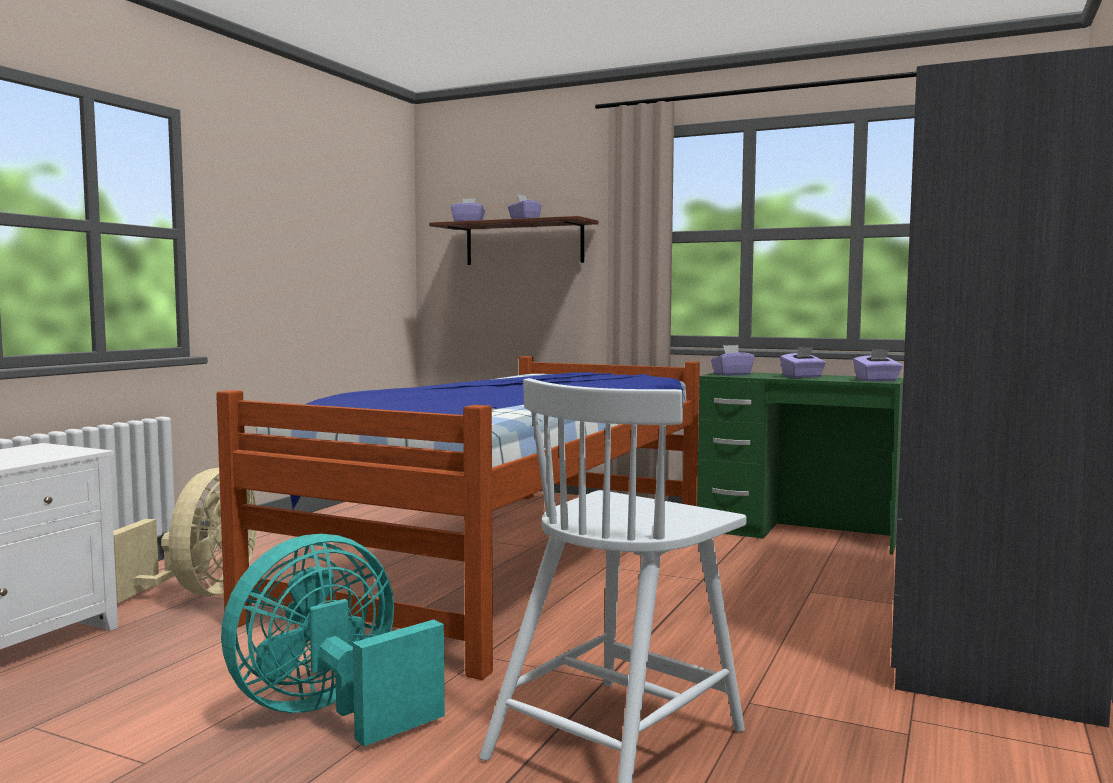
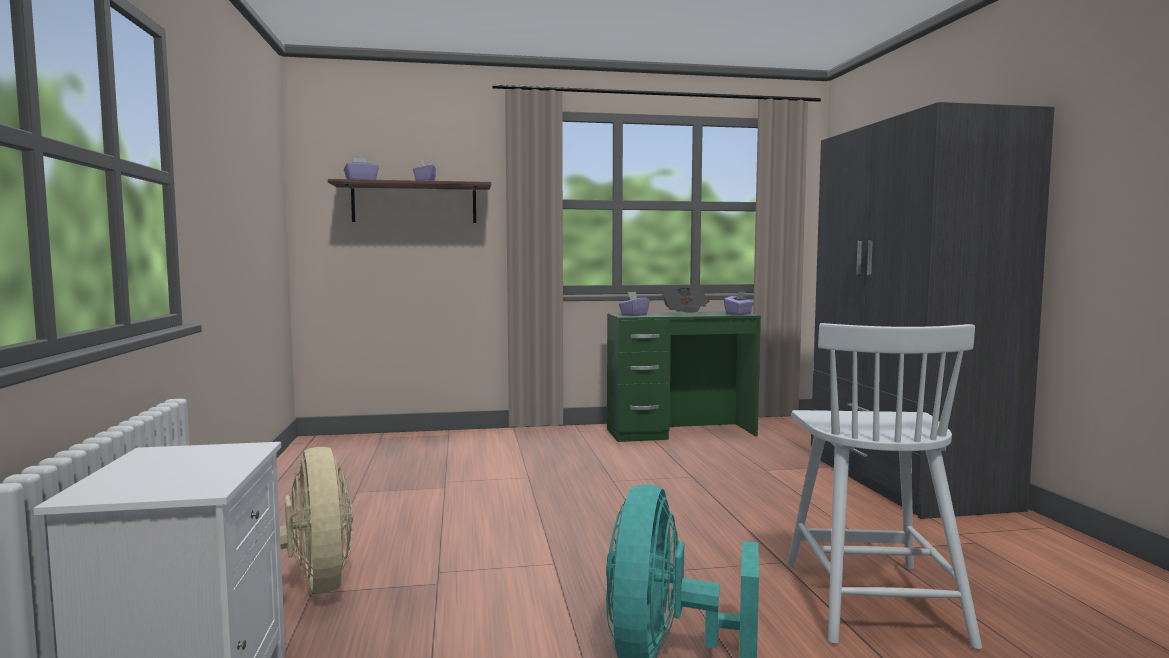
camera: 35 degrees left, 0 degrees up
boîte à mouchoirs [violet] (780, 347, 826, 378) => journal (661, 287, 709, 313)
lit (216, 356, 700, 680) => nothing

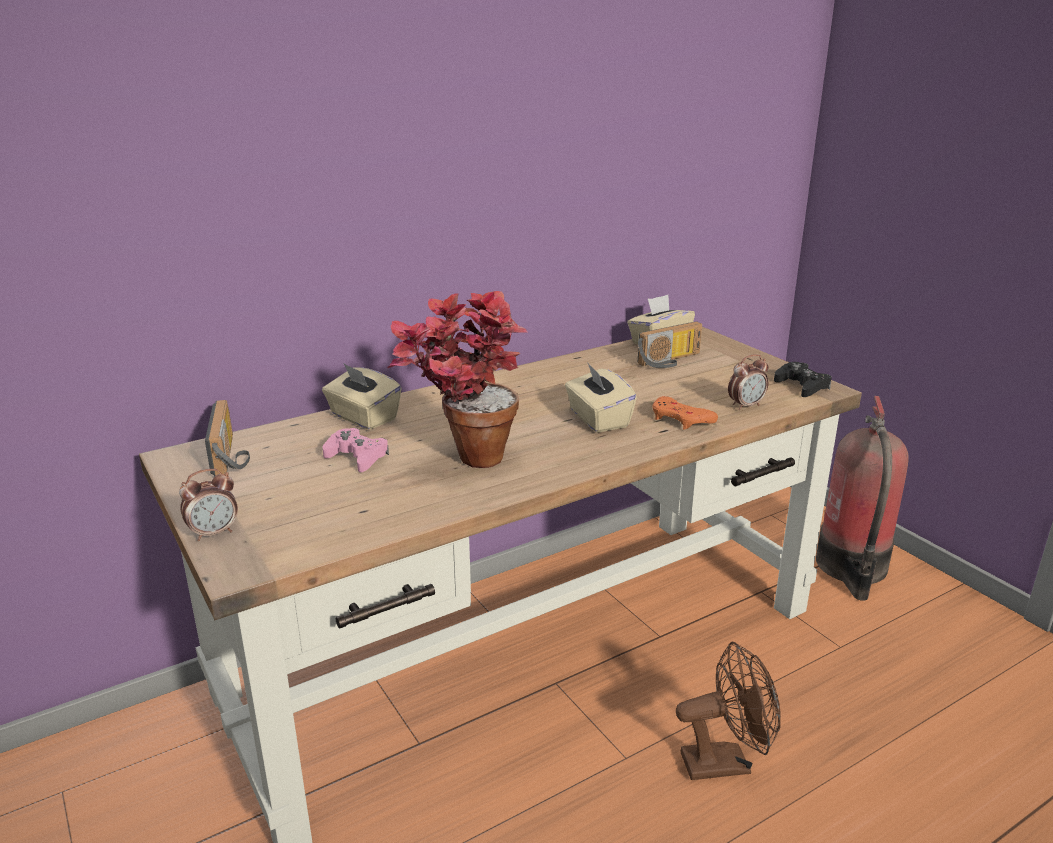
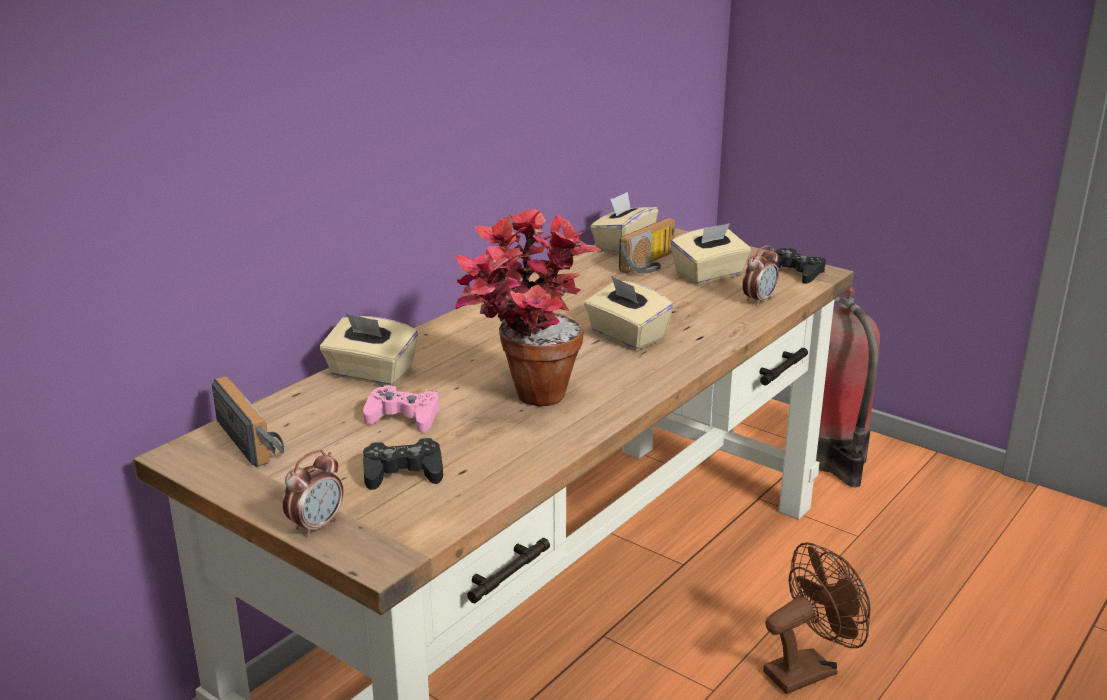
camera: 20 degrees left, 0 degrees up
nothing => manette [noir] (363, 438, 443, 490)
nothing => boîte à mouchoirs [beige] (671, 223, 751, 284)
manette [orange] (652, 396, 718, 430) => nothing

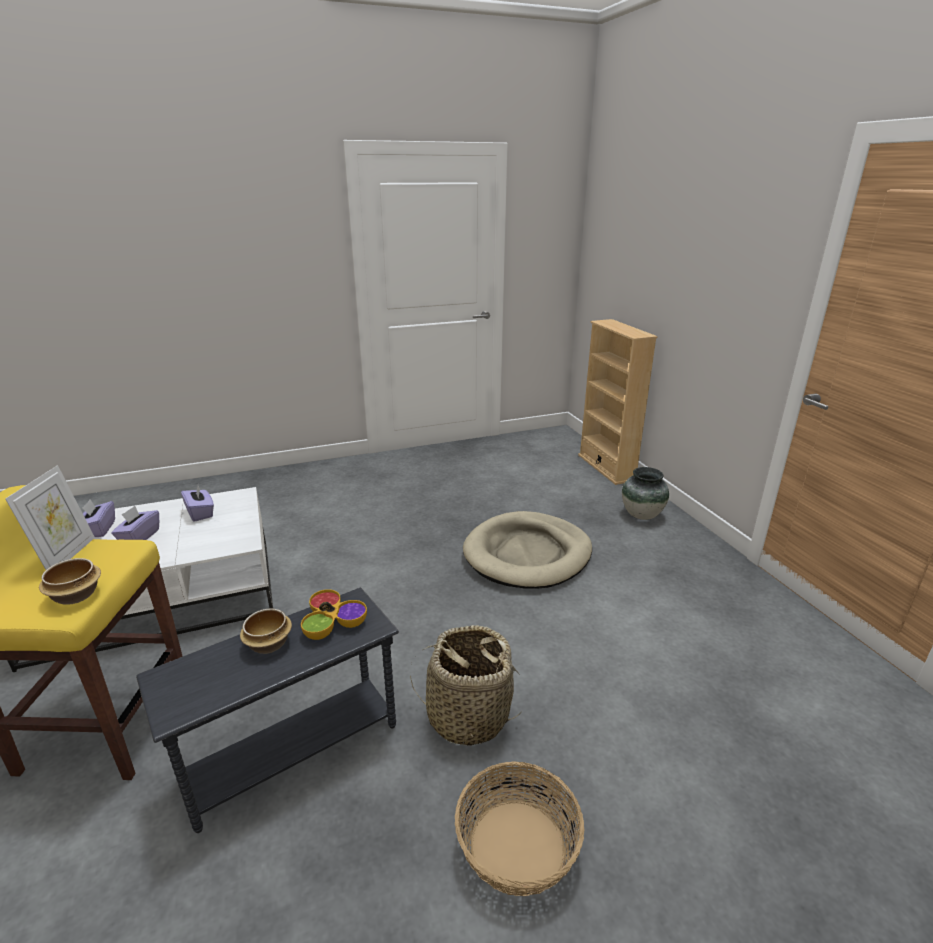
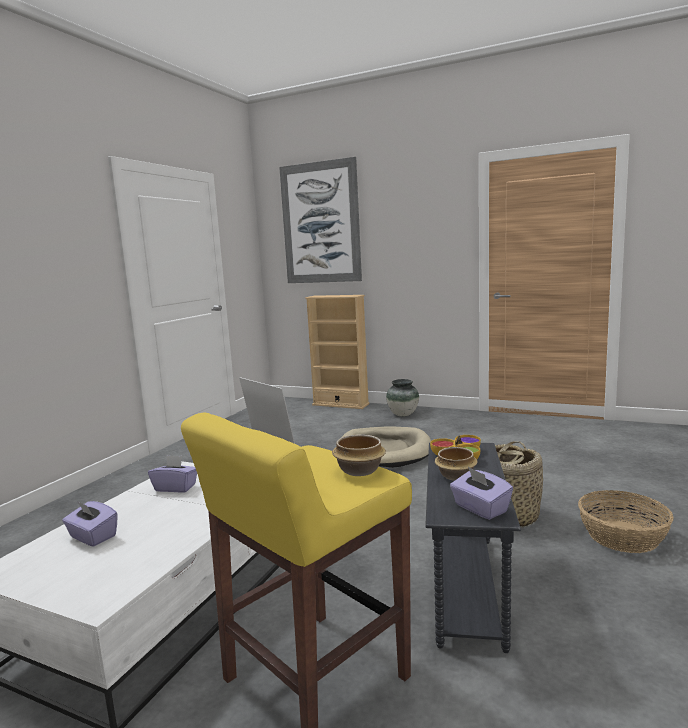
camera: 45 degrees left, 15 degrees down
nothing => tableau (279, 157, 362, 283)
boîte à mouchoirs [violet] (111, 506, 159, 540) => boîte à mouchoirs [violet] (450, 467, 513, 520), move

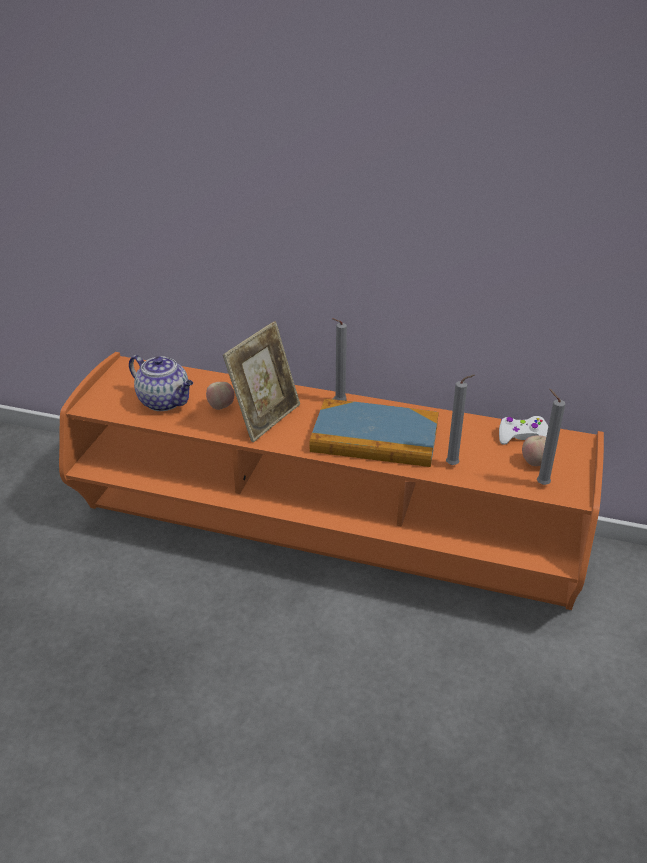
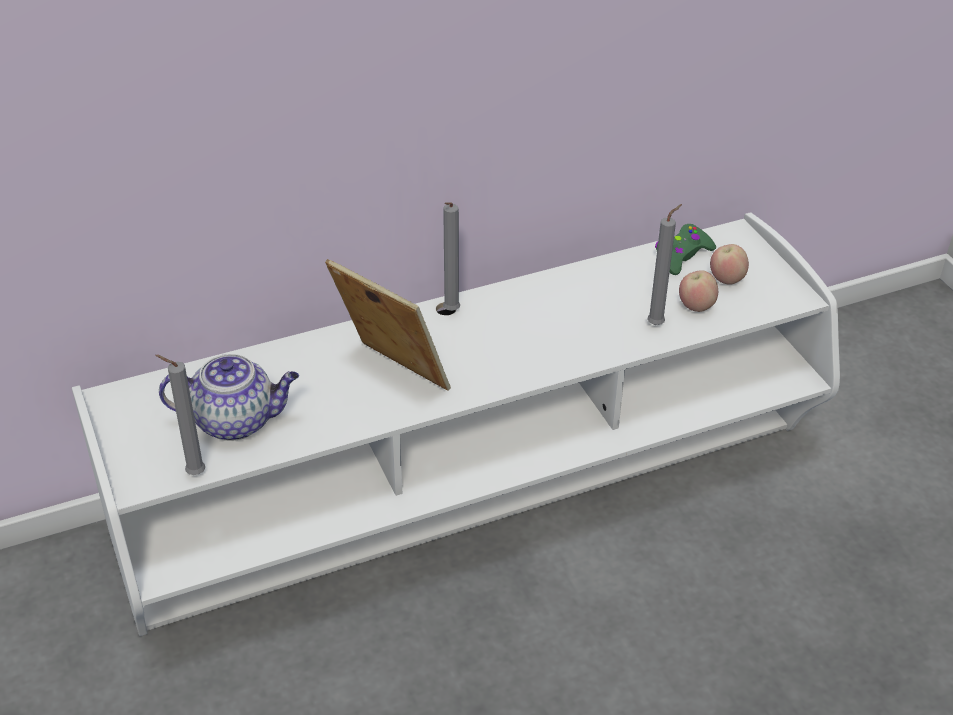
camera: 40 degrees left, 5 degrees up
meuble télé [orange] (59, 352, 604, 610) => meuble télé [blanc] (72, 212, 840, 636)
bougie [gris] (537, 389, 566, 485) => bougie [gris] (155, 355, 205, 475), move
cadre photo (223, 321, 300, 442) => cadre photo (325, 259, 451, 391), 45 degrees counterclockwise
manette [blanc] (499, 416, 548, 445) => manette [vert] (655, 224, 716, 275)
pomme (206, 382, 234, 410) => pomme (679, 270, 718, 312), move
livre (310, 399, 439, 467) => nothing

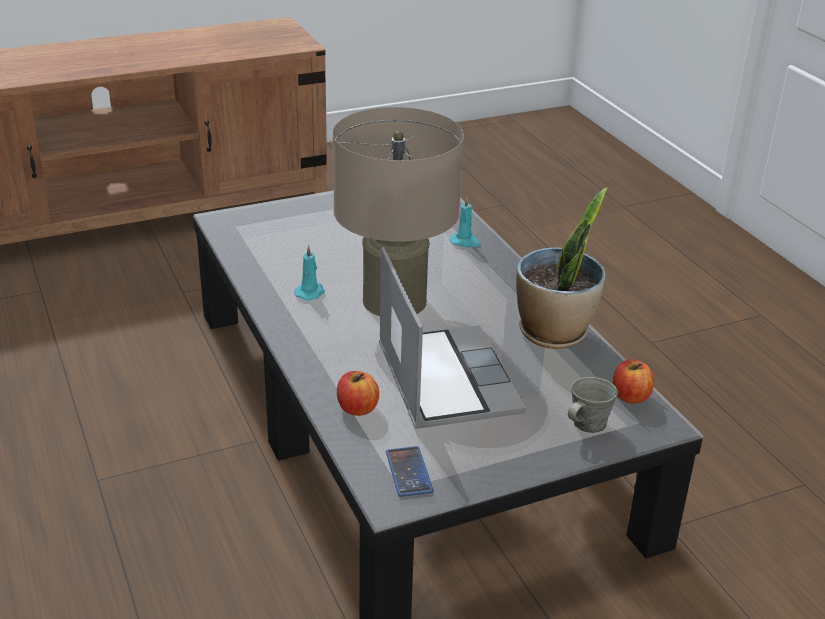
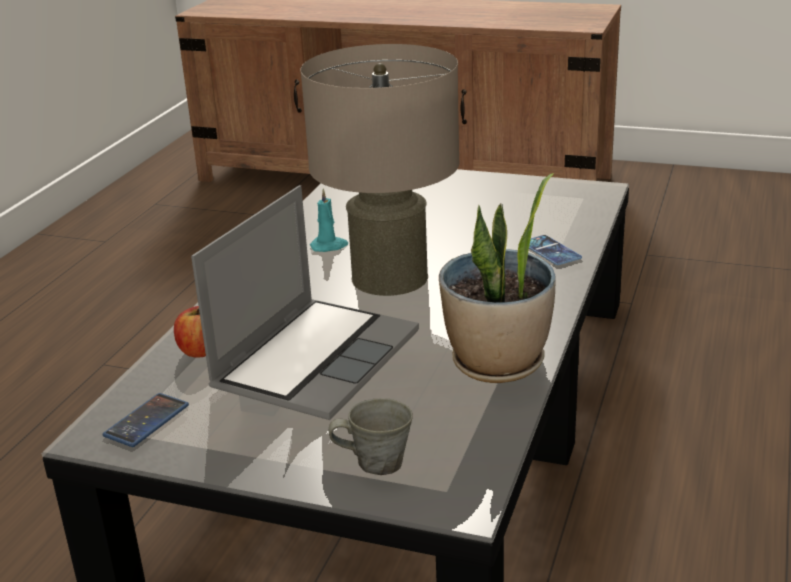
camera: 45 degrees right, 5 degrees down
bougie [turquoise] (450, 197, 481, 247) => téléphone (529, 235, 582, 265)
pomme (613, 359, 654, 404) => nothing

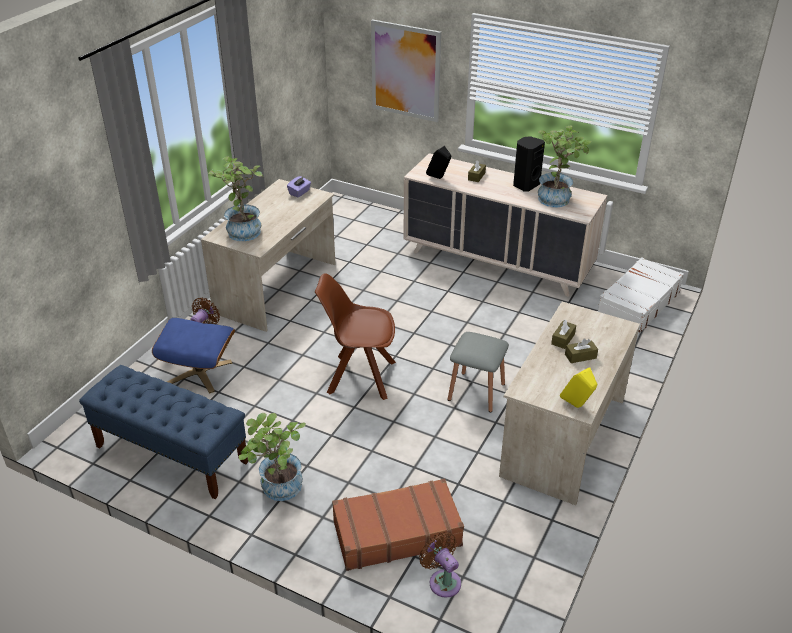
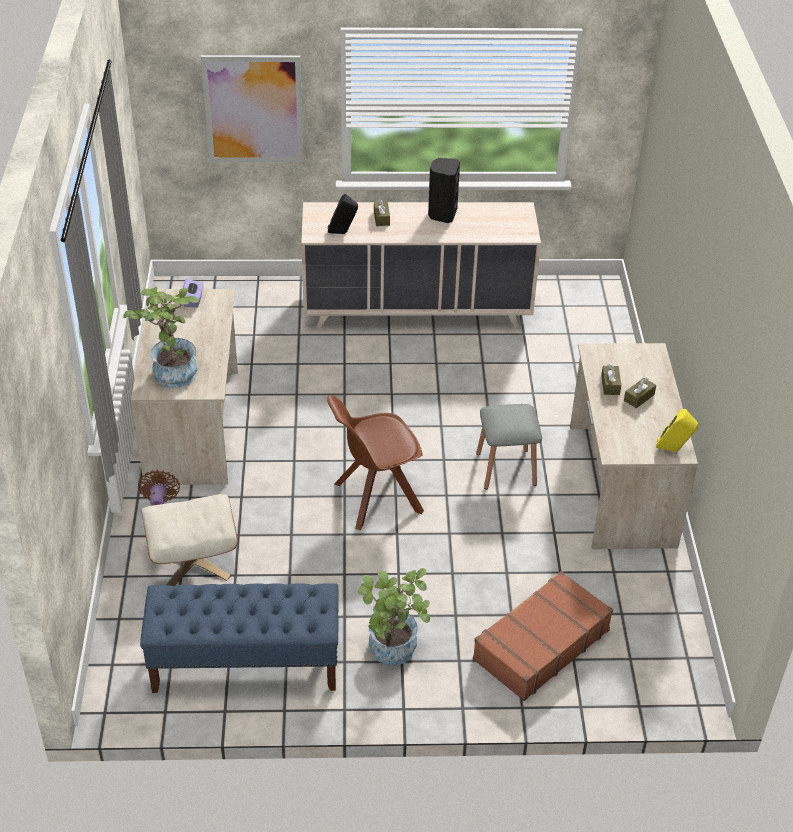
camera: 30 degrees left, 5 degrees up
pouf [bleu] (152, 318, 235, 393) => pouf [beige] (141, 494, 238, 586)
ventilateur [marron] (419, 532, 461, 597) => nothing
plante en pot (538, 126, 591, 207) => nothing
valise [blanc] (597, 257, 684, 333) => nothing

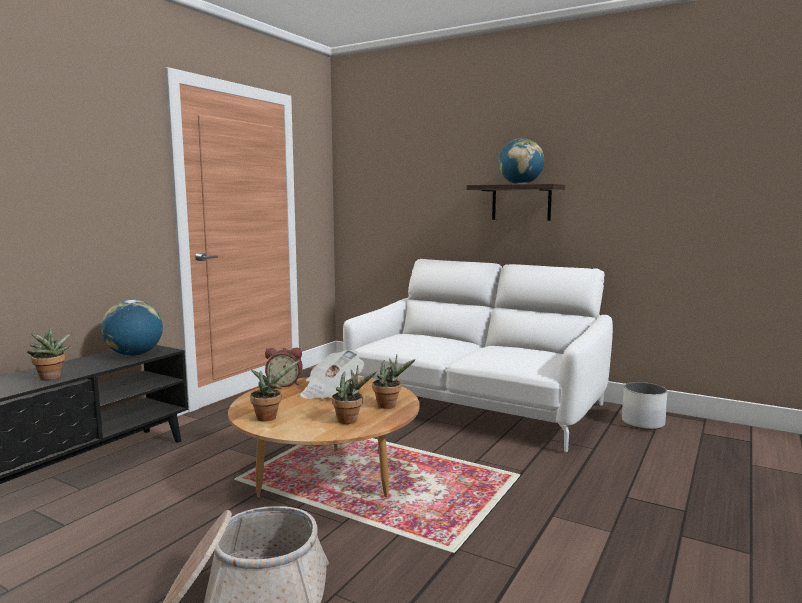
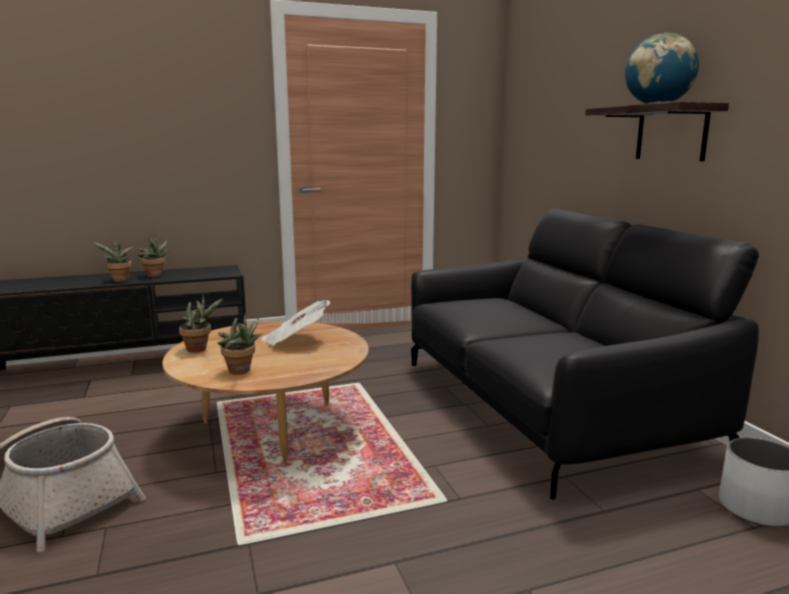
camera: 40 degrees right, 5 degrees up
plante en pot (372, 354, 415, 409) => plante en pot (138, 235, 169, 277), move
canapé [blanc] (343, 259, 613, 452) => canapé [noir] (411, 208, 759, 500)
globe (101, 300, 163, 356) => nothing
réveil (265, 347, 303, 387) => nothing

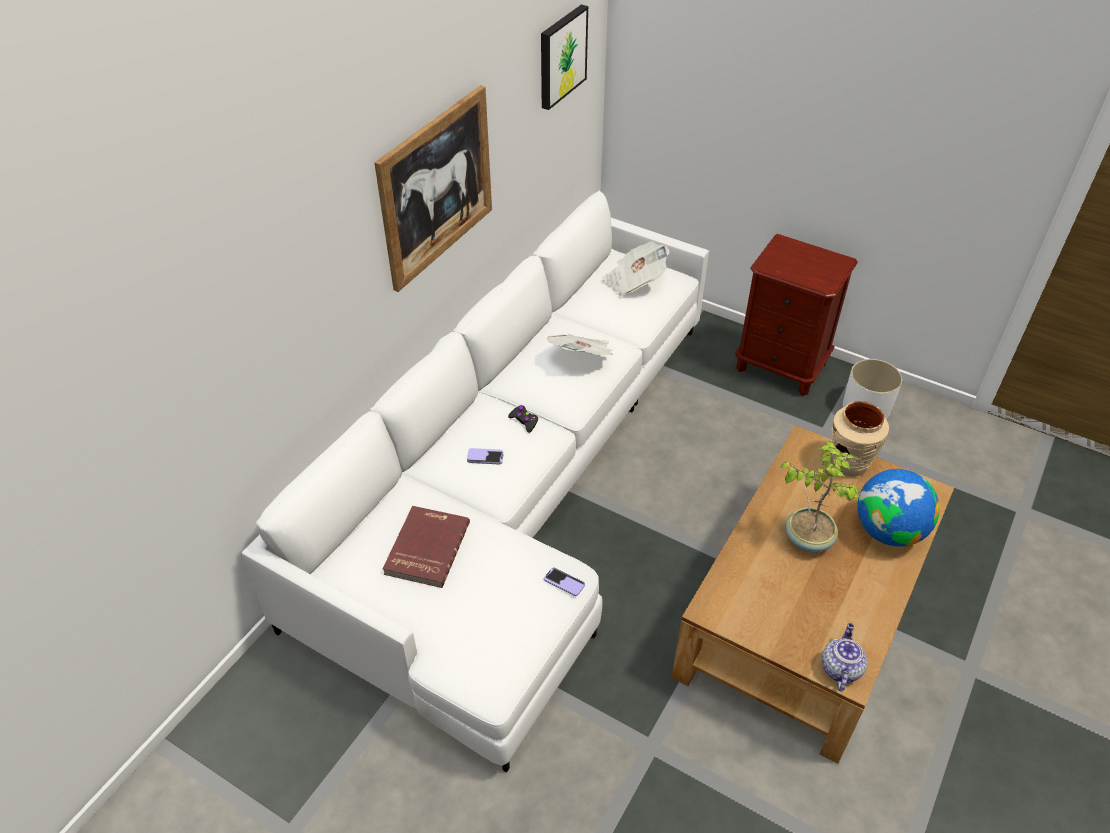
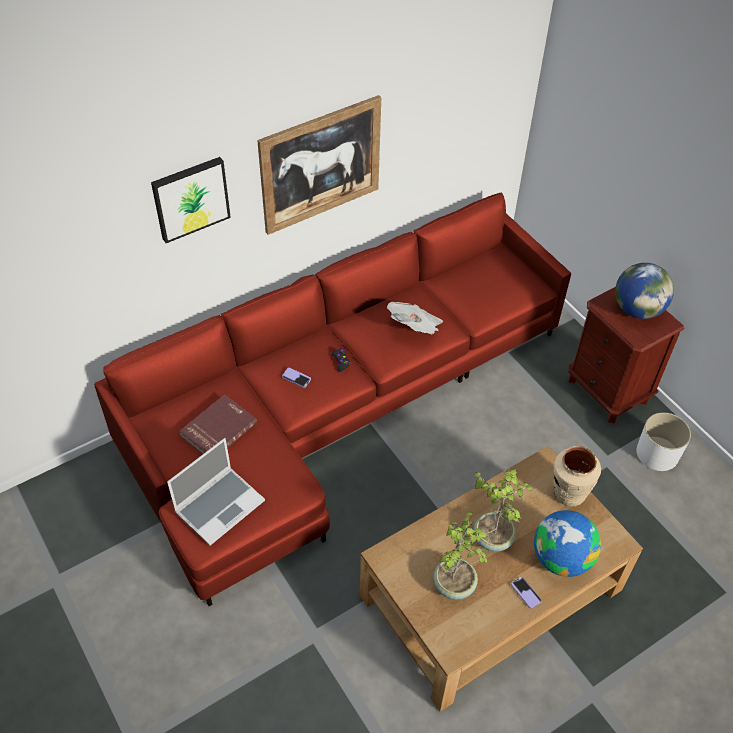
camera: 25 degrees right, 5 degrees up
canapé [blanc] (242, 191, 709, 772) => canapé [rouge] (94, 192, 571, 606)
tableau (541, 5, 588, 110) => tableau (151, 157, 231, 243), move
nothing => ordinateur portable (167, 438, 265, 546)
nothing => plante en pot (433, 512, 489, 600)
téléphone (544, 567, 585, 596) => téléphone (511, 577, 542, 608), move
nothing => globe (615, 263, 674, 319)
journal (602, 241, 670, 296) => nothing
théière (822, 623, 867, 691) => nothing

